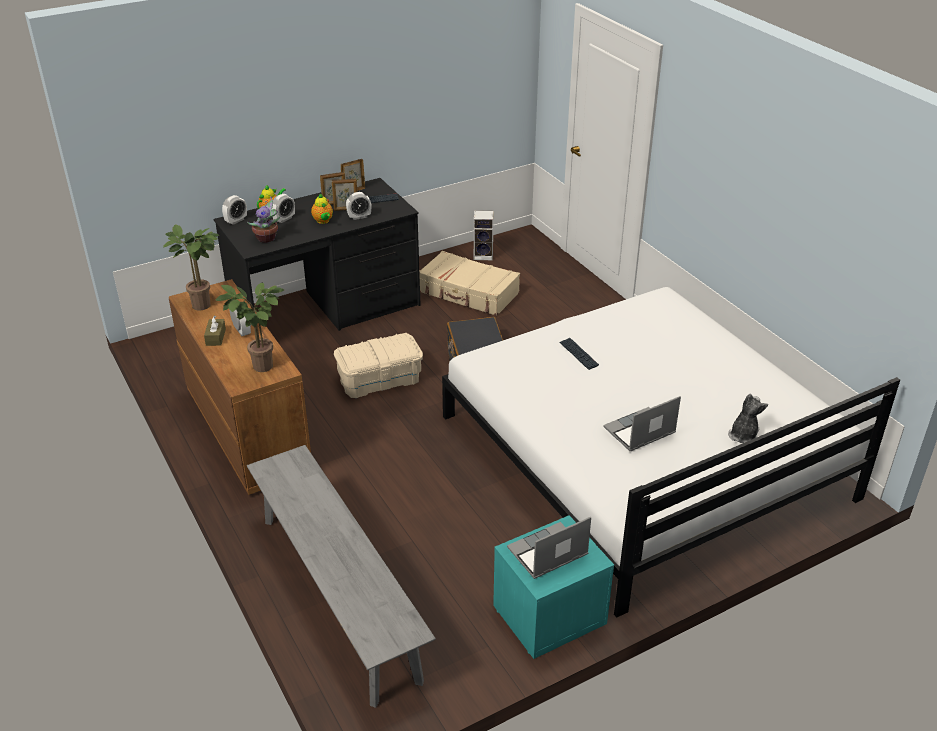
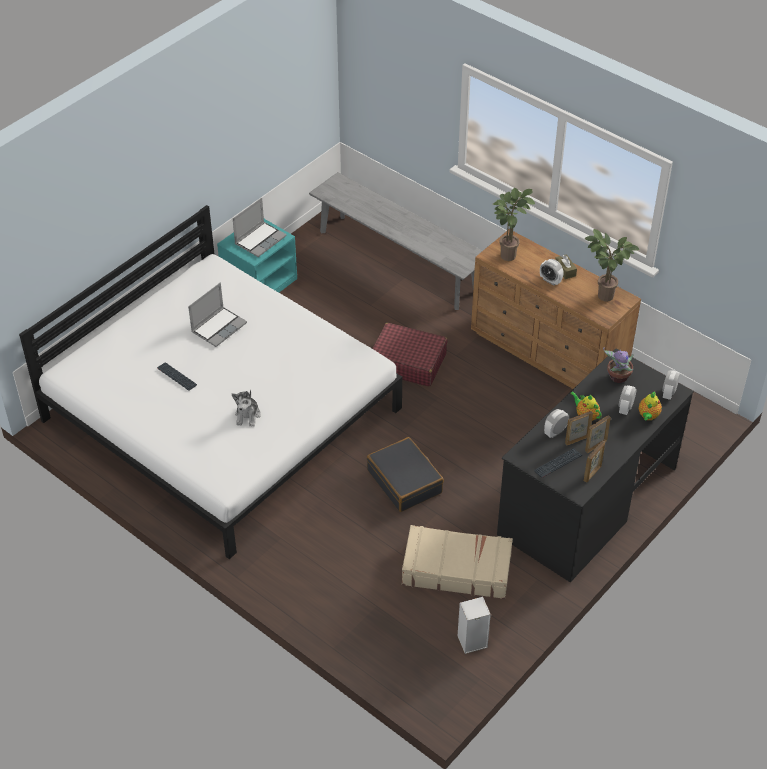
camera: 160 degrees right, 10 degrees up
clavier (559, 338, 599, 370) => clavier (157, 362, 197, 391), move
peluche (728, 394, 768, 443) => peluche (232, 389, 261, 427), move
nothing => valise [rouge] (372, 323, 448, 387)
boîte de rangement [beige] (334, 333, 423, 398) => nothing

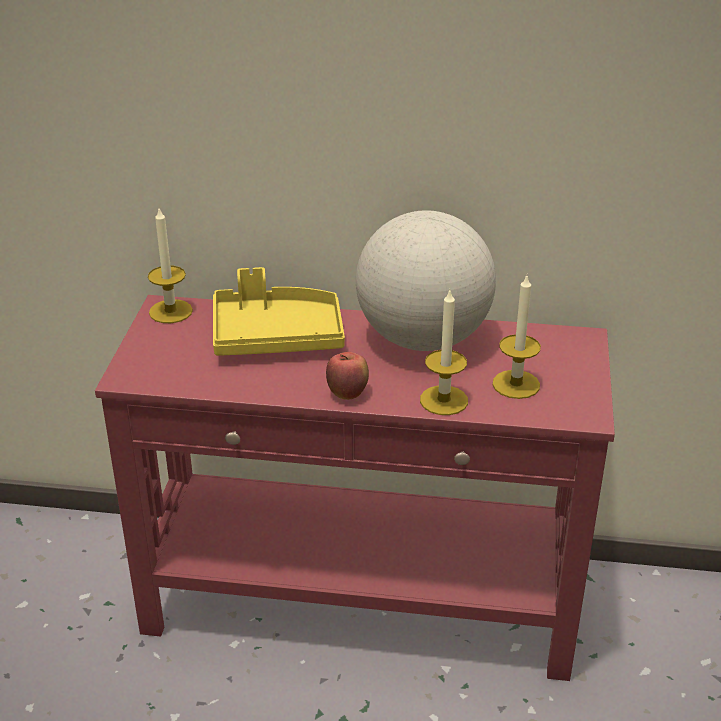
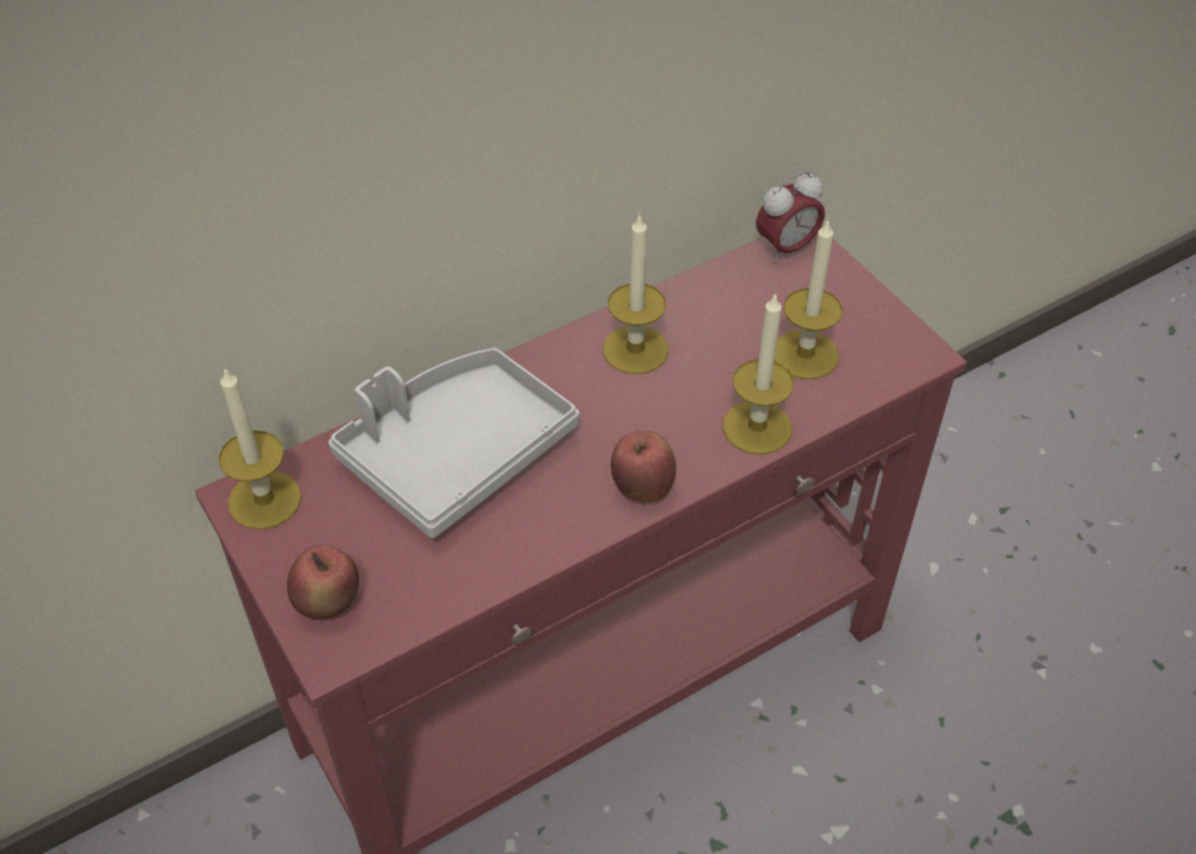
camera: 40 degrees left, 15 degrees up
nothing => pomme (287, 545, 359, 619)
plateau [jaune] (213, 267, 345, 356) => plateau [gris] (328, 348, 579, 538)
globe (356, 210, 496, 351) => bougie (603, 213, 669, 374)
nothing => réveil (756, 171, 825, 263)

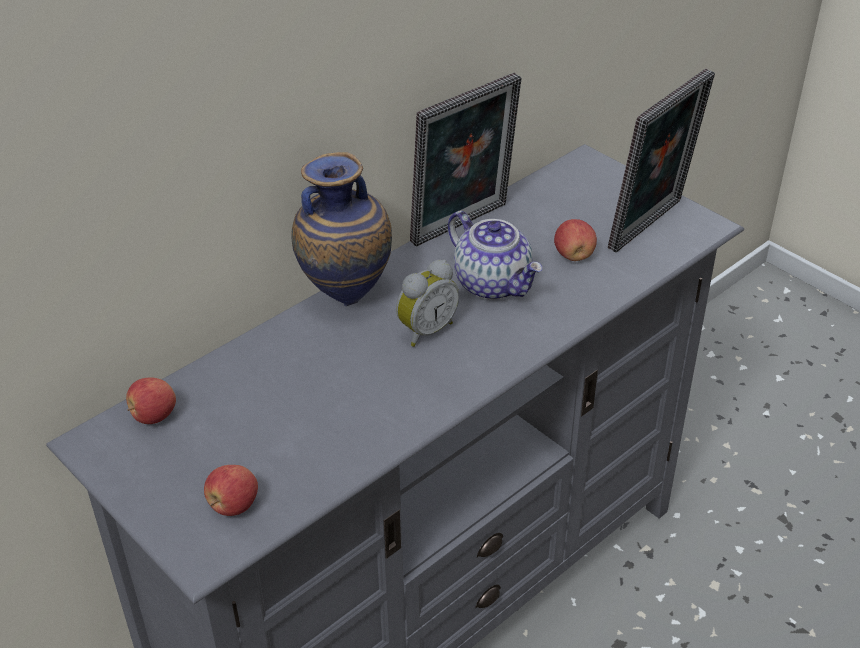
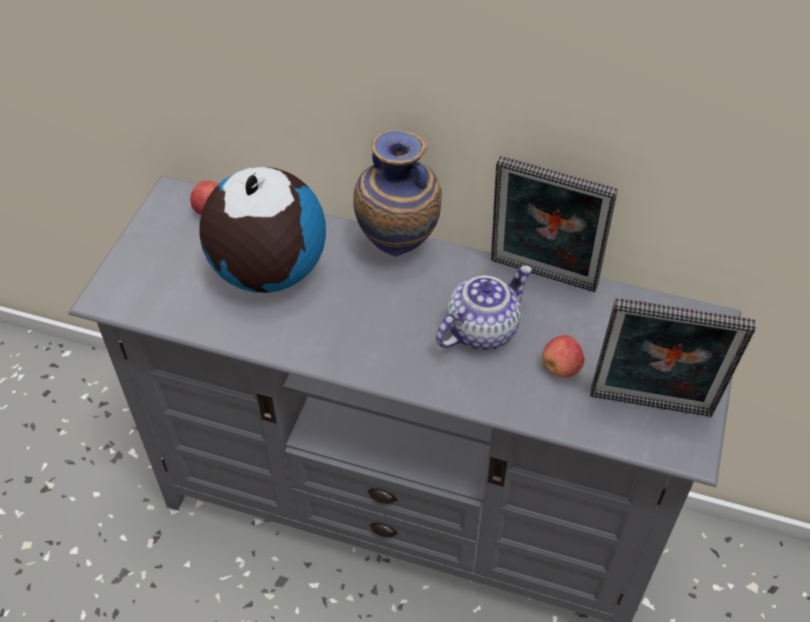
camera: 60 degrees right, 10 degrees up
nothing => globe (199, 167, 326, 293)
théière (448, 211, 542, 300) => théière (436, 265, 532, 350), 150 degrees counterclockwise
pomme (204, 465, 258, 516) => nothing
réveil (396, 260, 459, 347) => nothing

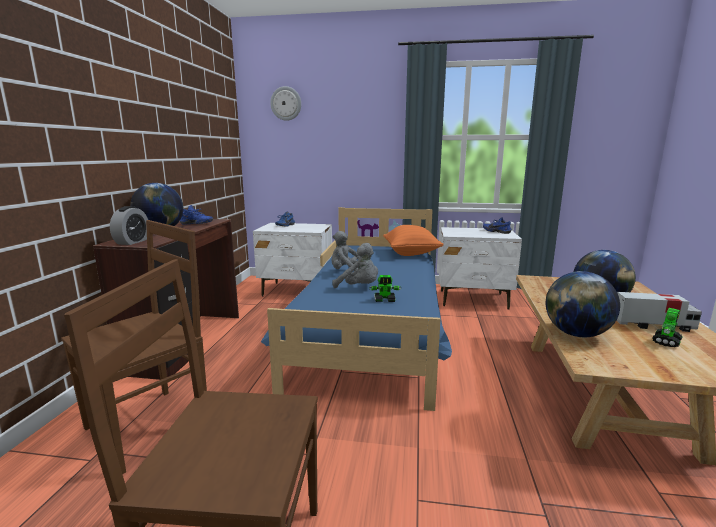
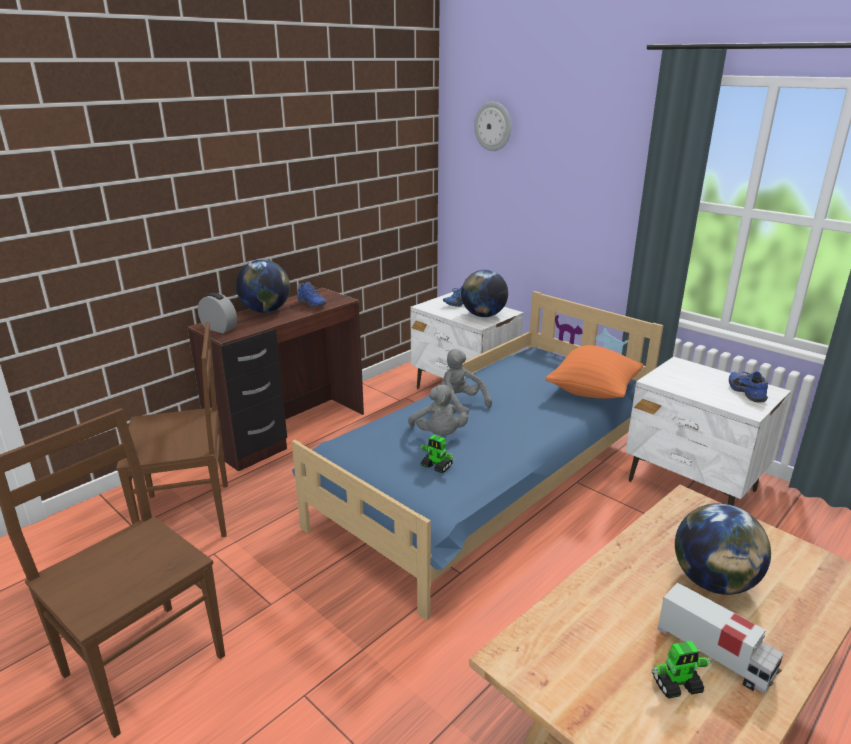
camera: 35 degrees right, 10 degrees up
réveil (110, 206, 148, 245) => réveil (198, 293, 237, 333), 105 degrees counterclockwise
globe (546, 271, 620, 337) => globe (461, 270, 508, 317), move

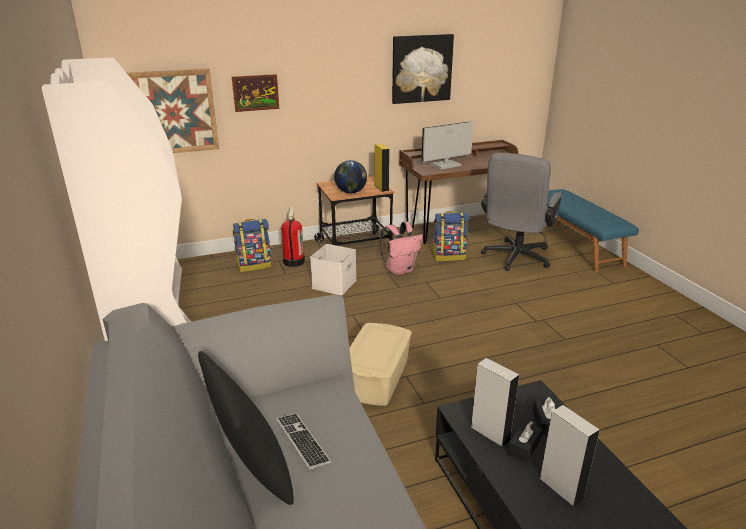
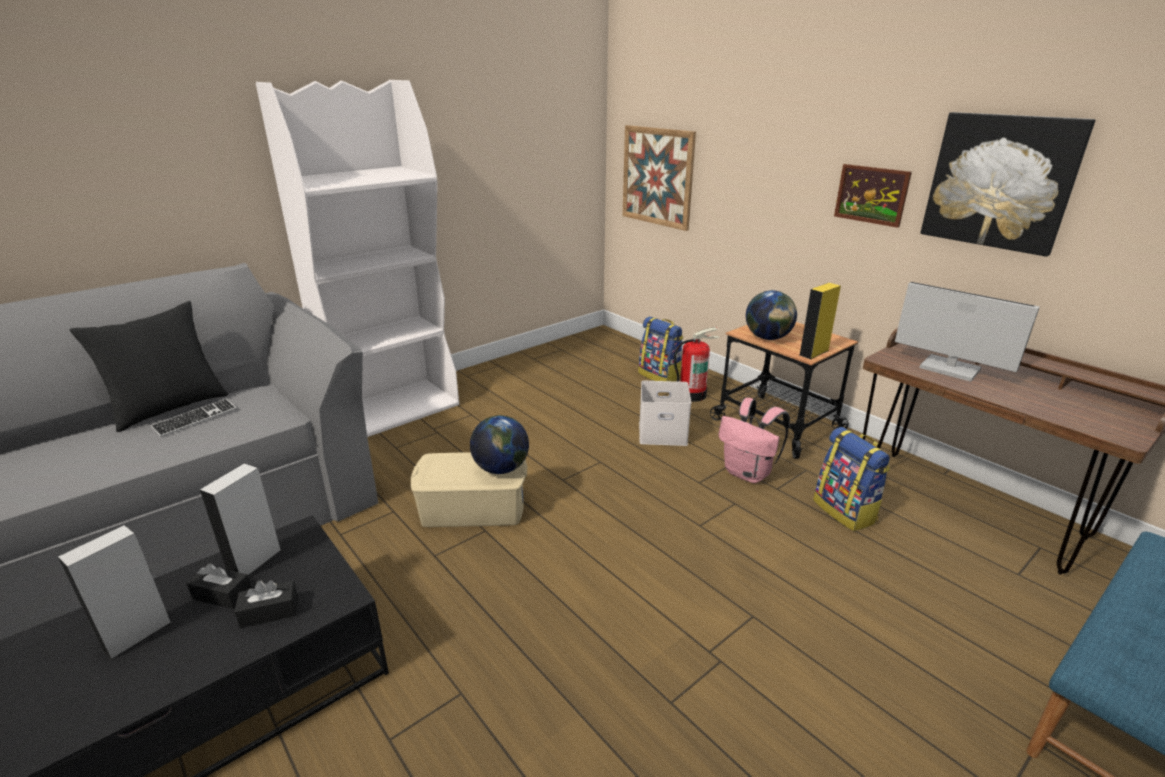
camera: 70 degrees right, 0 degrees up
nothing => globe (470, 415, 529, 474)
tableau (232, 74, 279, 112) => tableau (834, 164, 912, 228), move
chaise de bureau [gris] (481, 152, 561, 271) => nothing

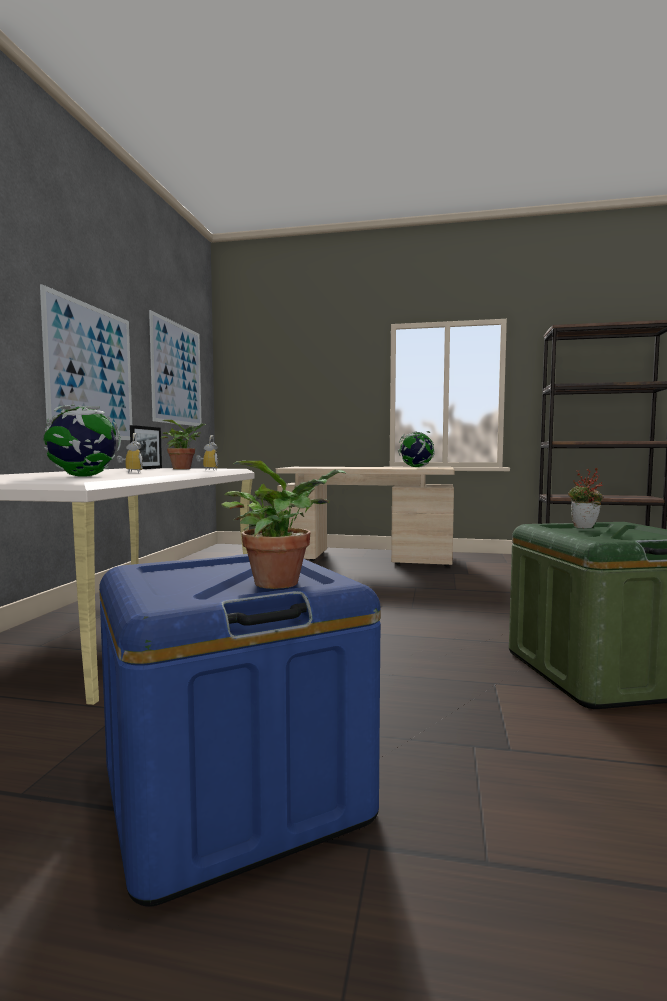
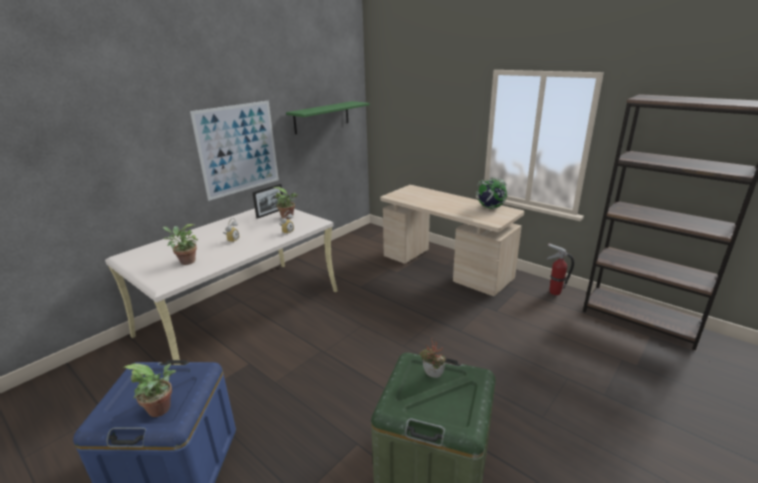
camera: 30 degrees right, 20 degrees up
globe (44, 404, 121, 477) => plante en pot (163, 224, 198, 265)
tableau (149, 310, 201, 426) => étagère [vert] (286, 101, 370, 134)
nothing => extincteur (546, 243, 574, 295)

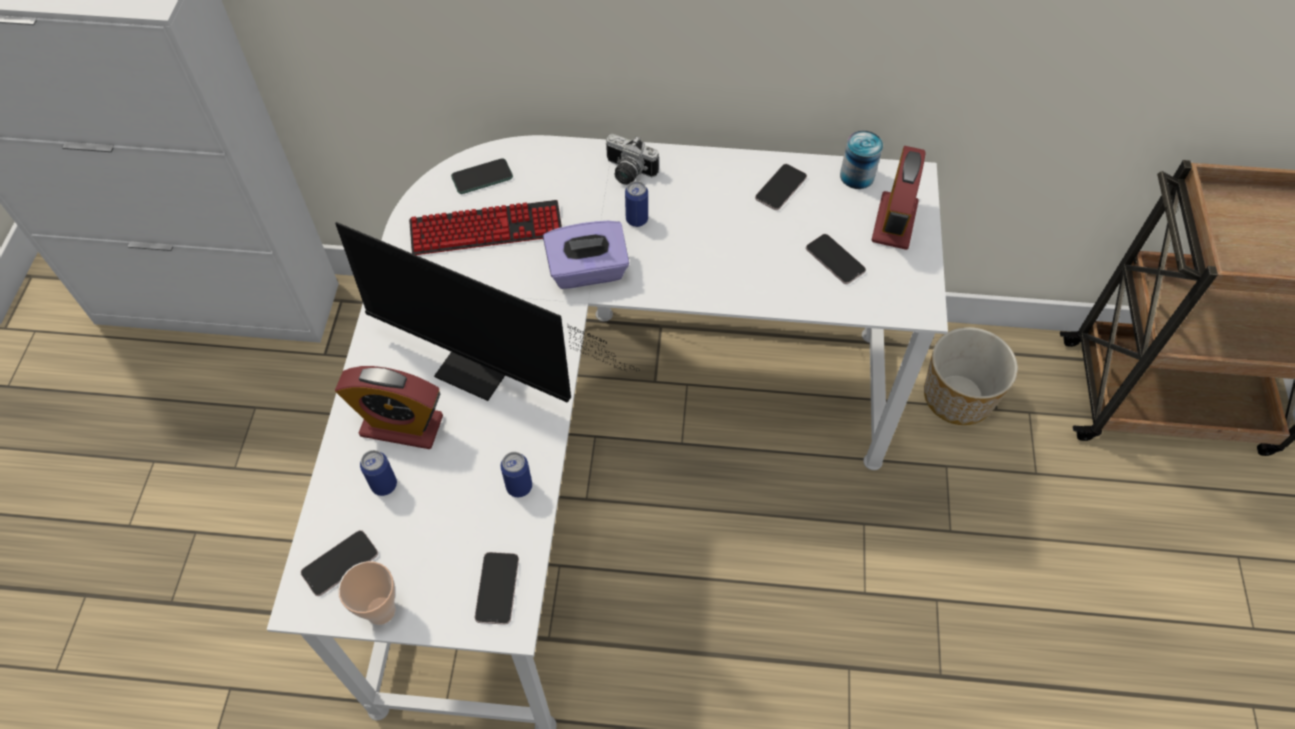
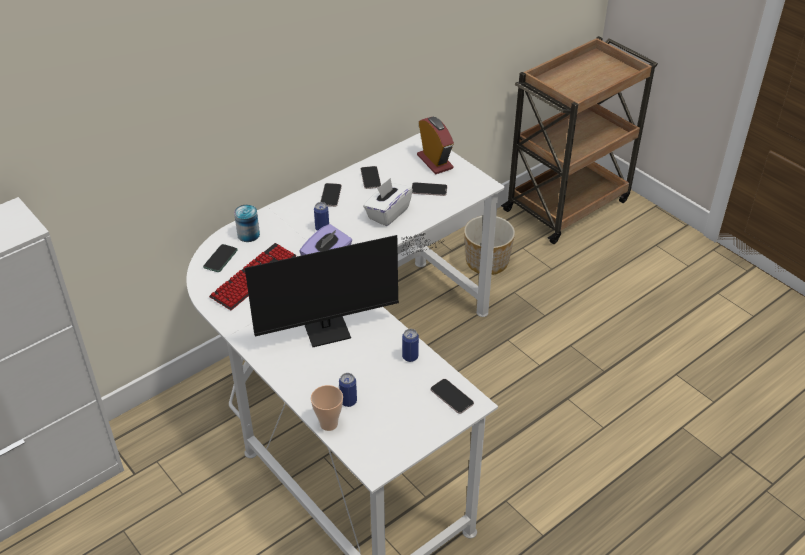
camera: 45 degrees left, 15 degrees down
boîte métallique (840, 131, 883, 189) => boîte métallique (234, 205, 260, 242), move
tasse (338, 561, 396, 625) => tasse (311, 385, 343, 431), move
téléphone (300, 530, 378, 596) => téléphone (320, 183, 342, 207), move
nothing => boîte à mouchoirs [blanc] (363, 178, 413, 226)
réveil (335, 366, 443, 449) => nothing
appareil photo (606, 134, 659, 185) => nothing

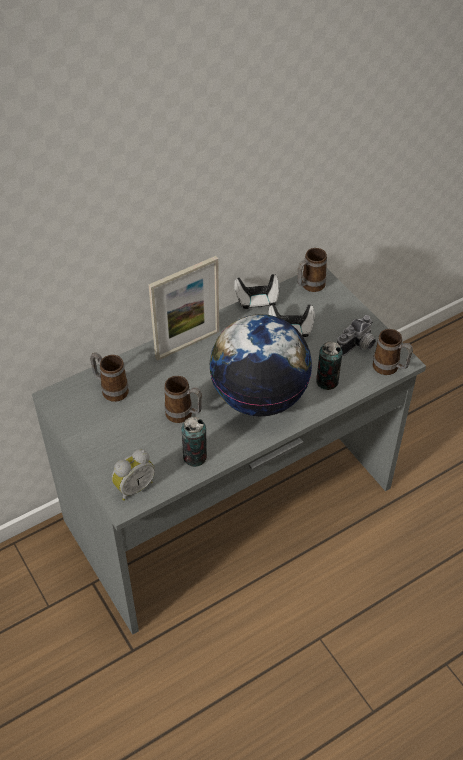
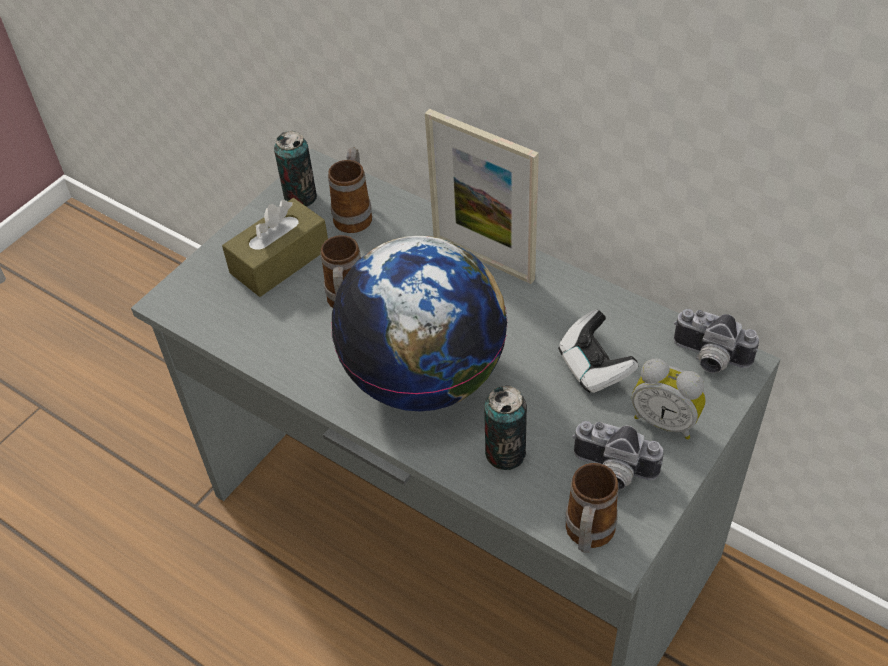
camera: 70 degrees right, 0 degrees up
nothing => boîte à mouchoirs [marron] (222, 198, 328, 297)
boîte métallique (181, 417, 207, 467) => boîte métallique (274, 131, 317, 207), move
réveil (112, 449, 155, 501) => réveil (632, 358, 706, 440), move
mug (297, 248, 327, 292) => appareil photo (674, 309, 759, 373)
manette (234, 274, 279, 309) => nothing

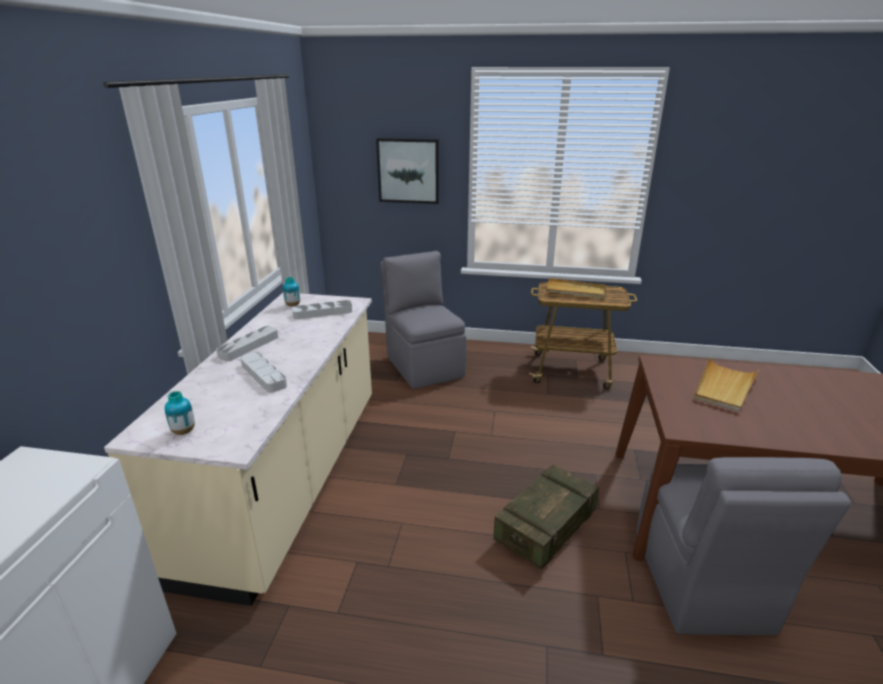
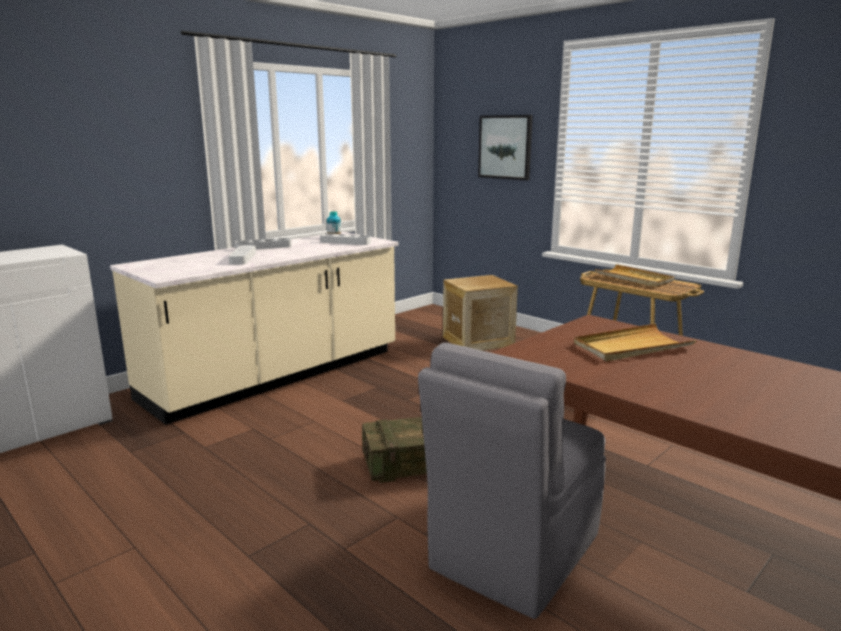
camera: 35 degrees right, 10 degrees down
chaise [gris] (380, 251, 466, 389) => caisse (443, 275, 518, 351)
vase (165, 391, 195, 435) => nothing

